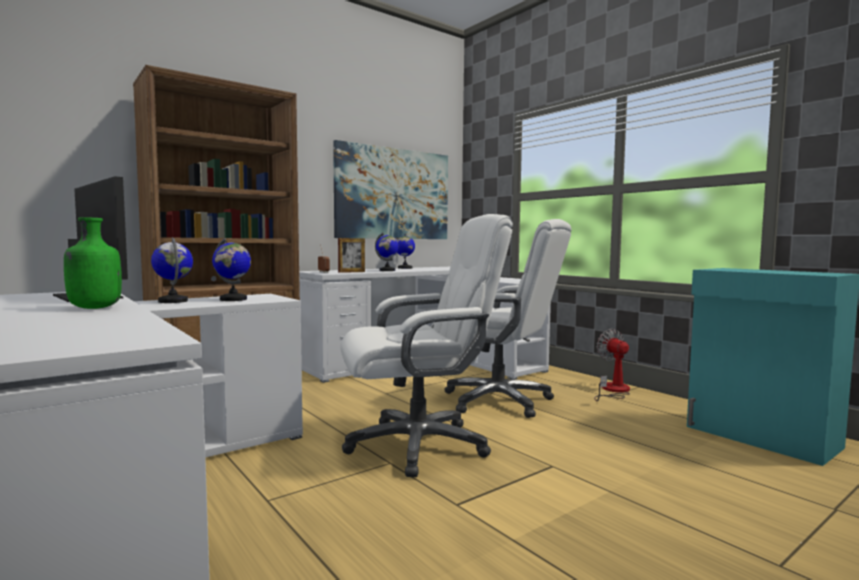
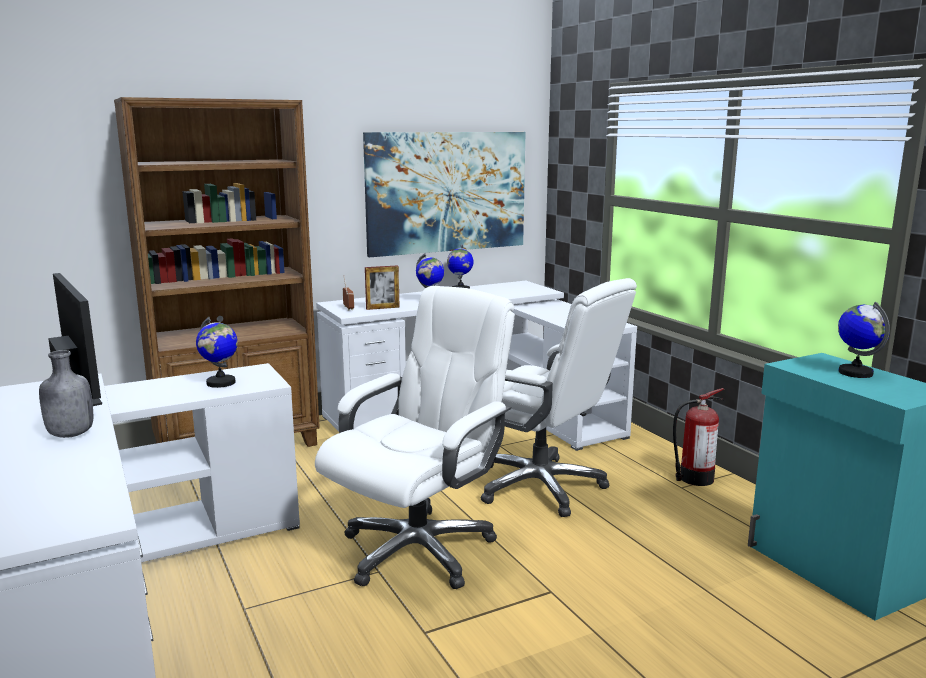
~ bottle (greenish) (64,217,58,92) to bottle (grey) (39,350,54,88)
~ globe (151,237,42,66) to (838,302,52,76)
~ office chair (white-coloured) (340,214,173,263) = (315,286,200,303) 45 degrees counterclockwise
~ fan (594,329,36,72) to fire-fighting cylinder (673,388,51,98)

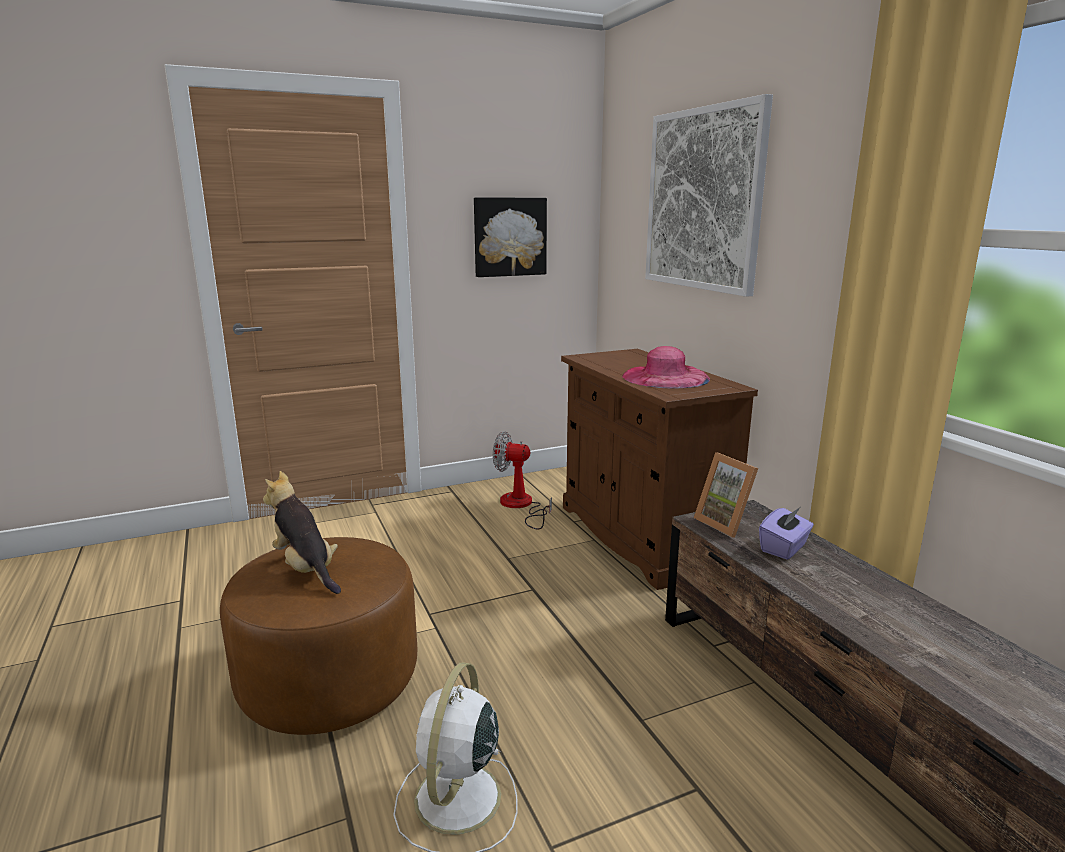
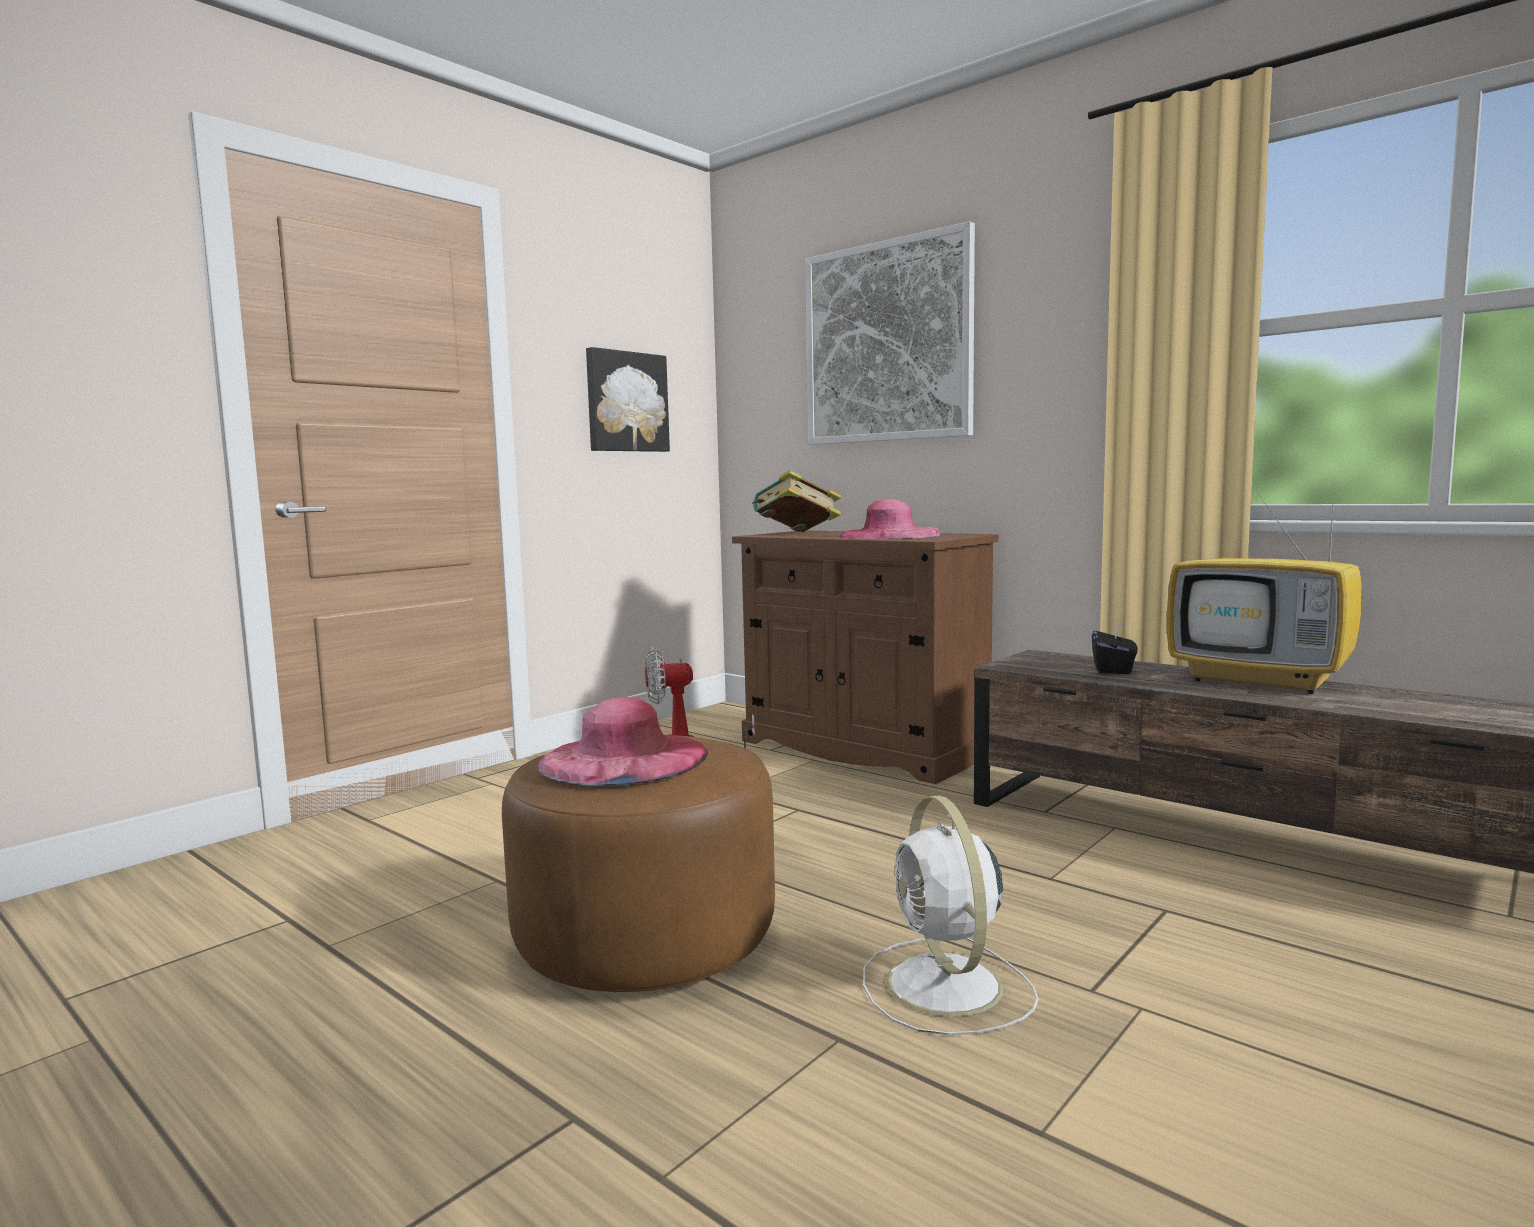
~ plush toy (263,471,78,123) to wearable hat (pink) (538,697,170,89)
- standing frame (694,452,64,86)
~ tissue holder (purple-coloured) (759,507,55,52) to tissue holder (black) (1092,620,46,54)
+ volume (752,470,89,62)
+ TV (1167,480,195,214)

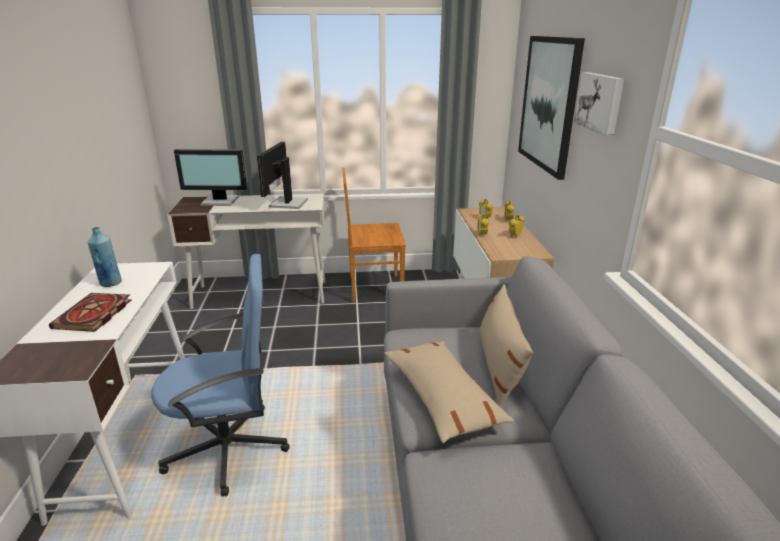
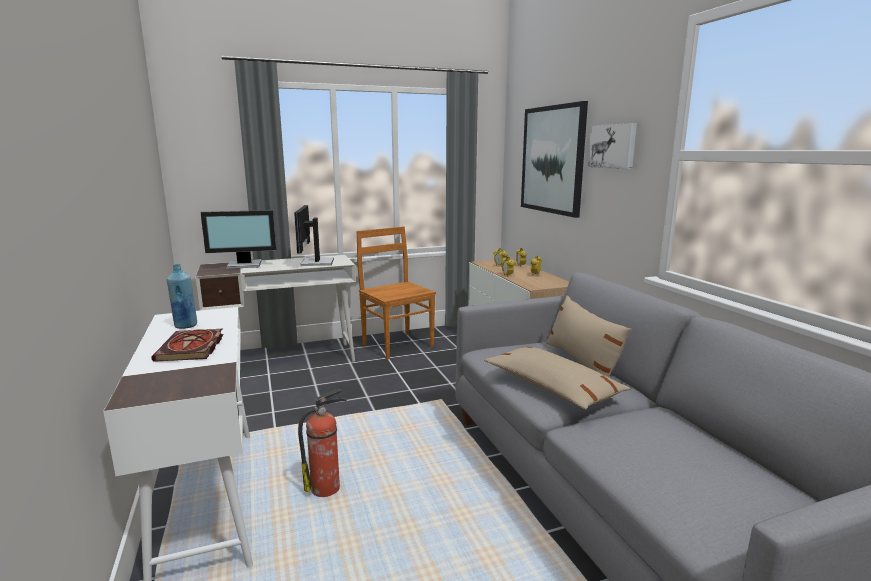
~ office chair (blue-coloured) (151,254,139,242) to fire-fighting cylinder (298,388,49,109)
~ plain chair (brown) (342,168,64,135) = (356,226,80,134) 75 degrees clockwise

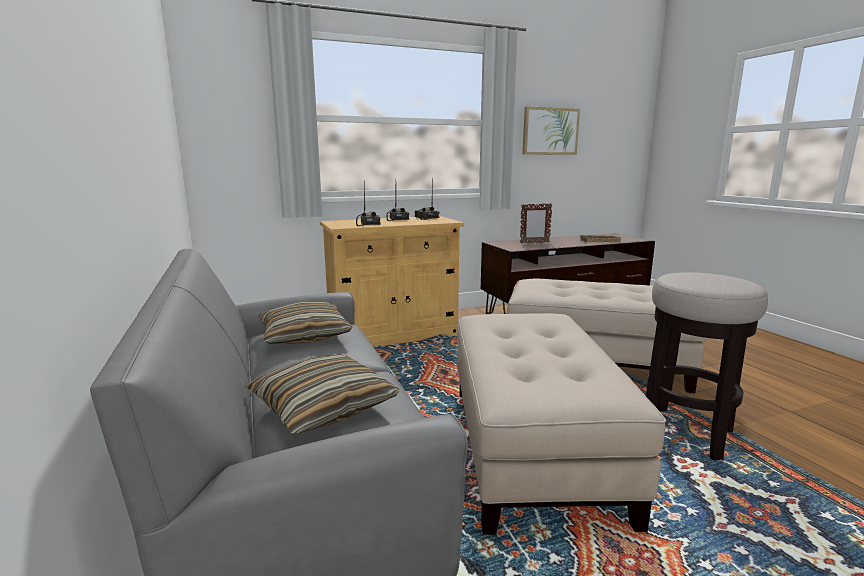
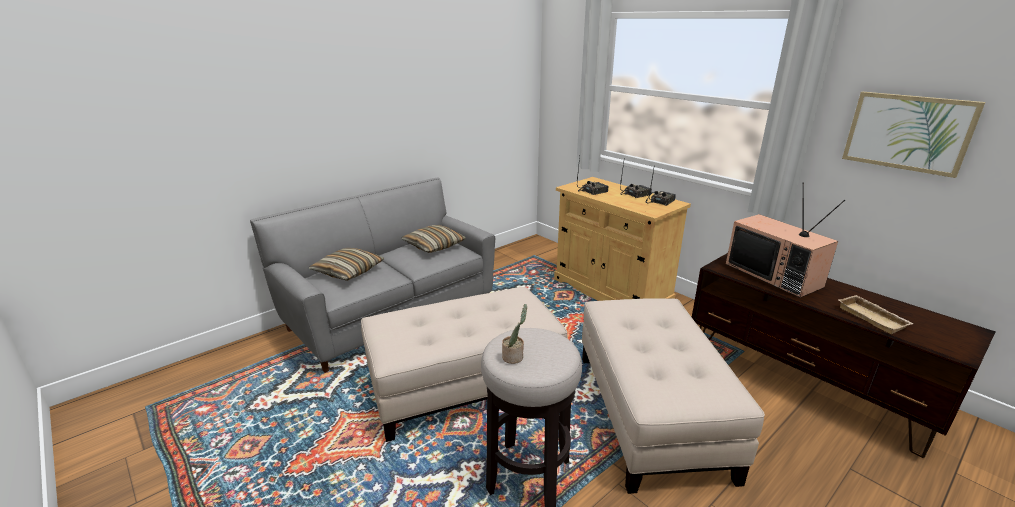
~ standing frame (520,203,32,41) to TV (726,182,119,116)
+ potted plant (502,304,25,60)

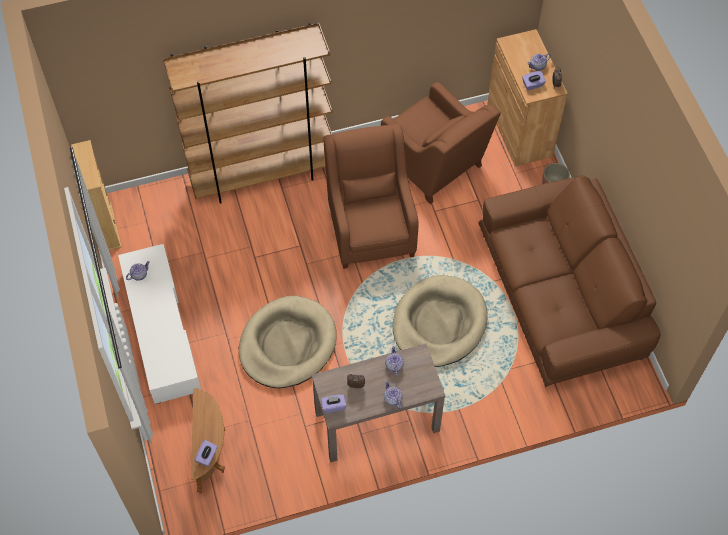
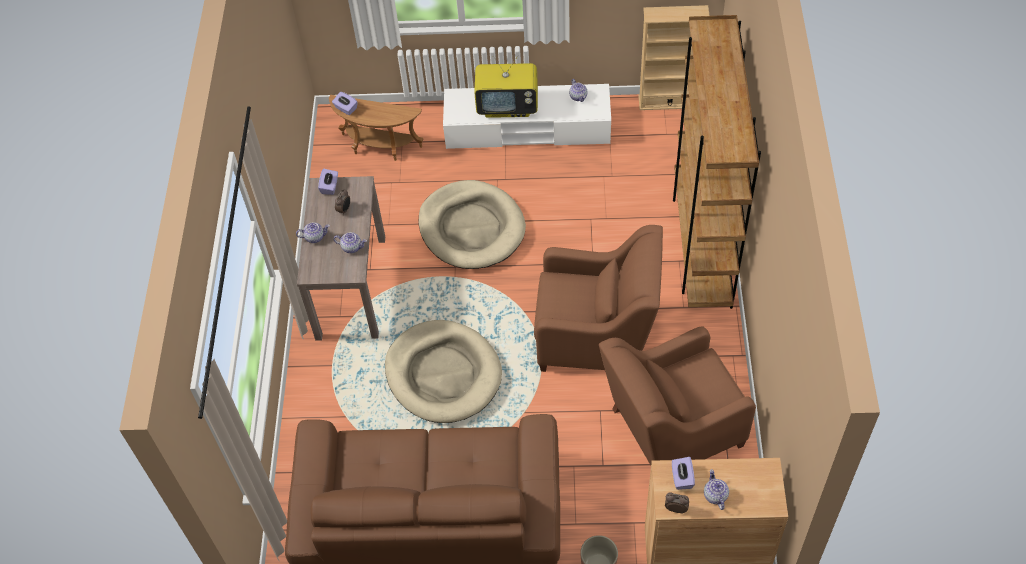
+ TV (474,55,64,63)

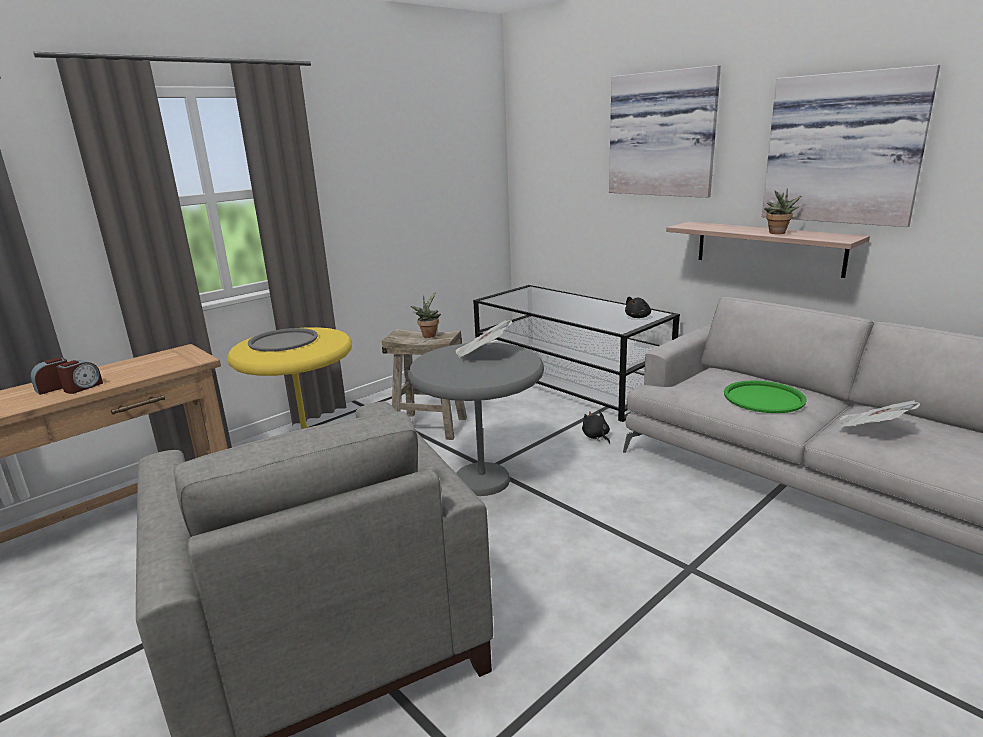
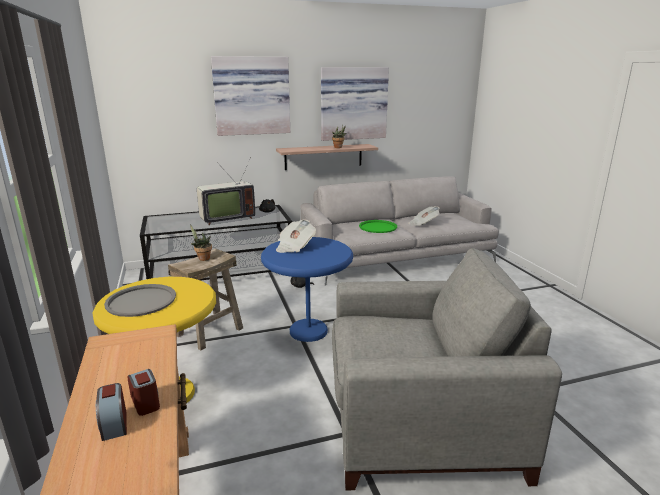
~ accent table (grey) (408,343,136,153) to accent table (blue-coloured) (261,237,92,105)
+ TV (197,157,58,68)

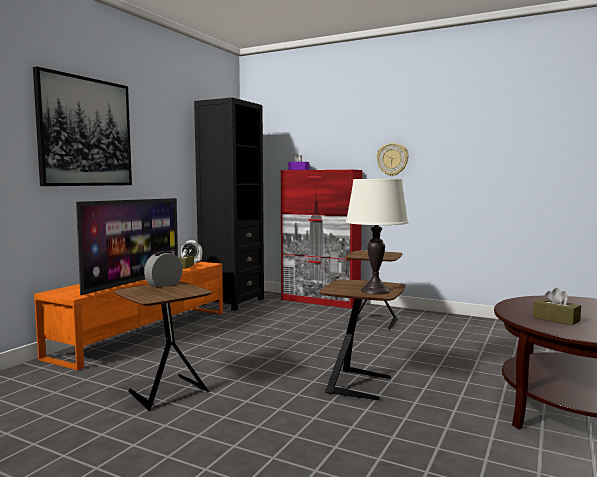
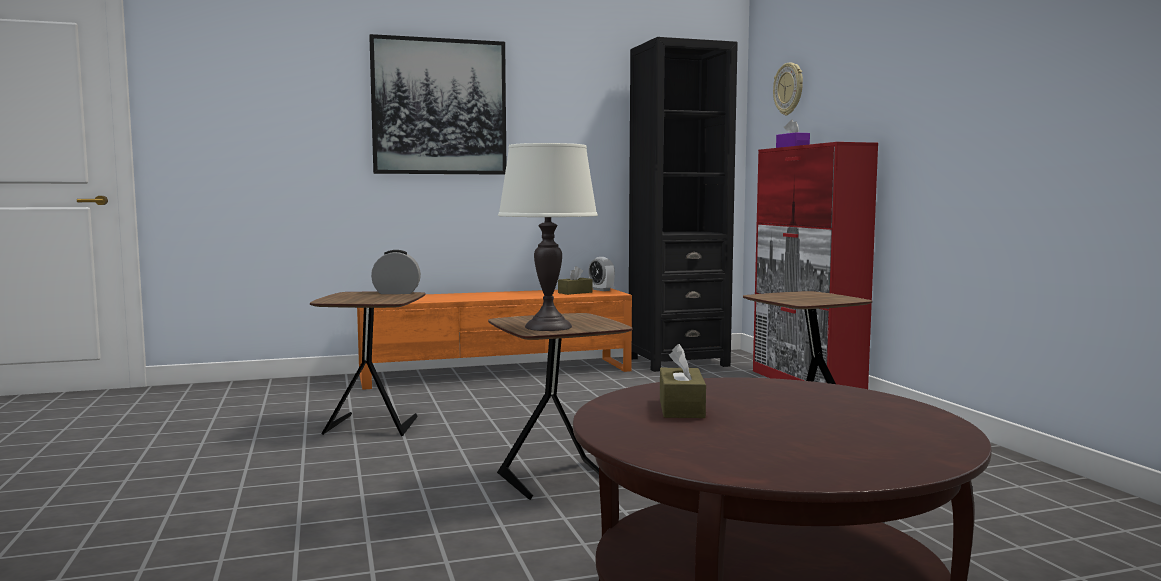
- TV (76,198,102,97)
~ hanging clock (377,143,32,33) to (773,63,30,52)

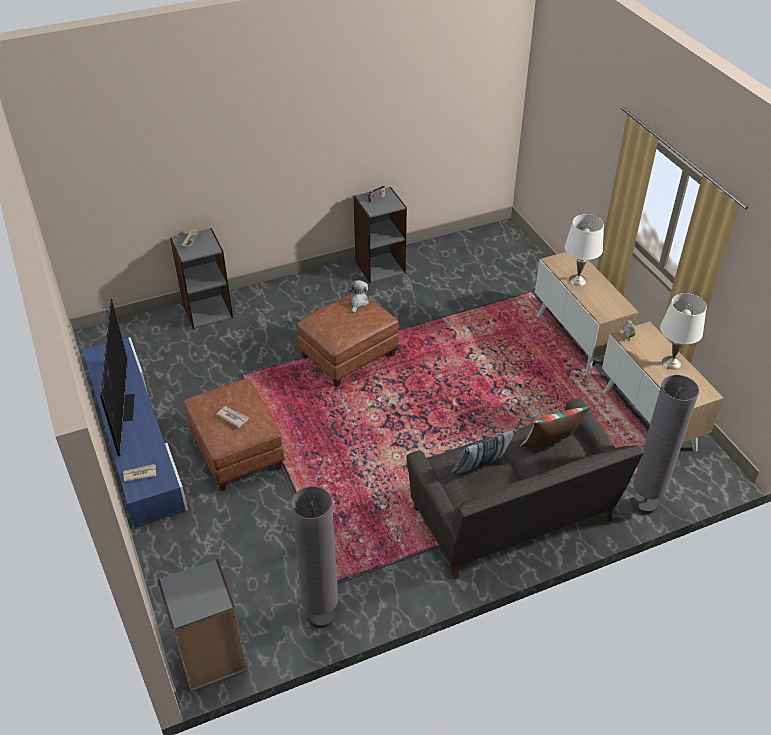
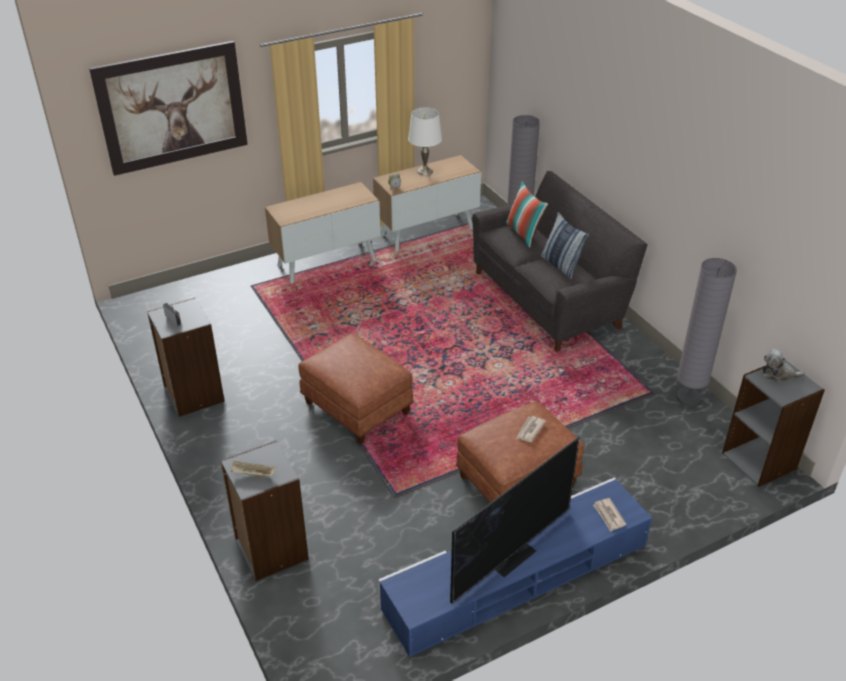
~ TV (100,299,35,157) = (450,437,129,167) 150 degrees clockwise
~ plush toy (348,280,21,33) to (763,349,42,33)
- table lamp (white-coloured) (565,214,39,72)
+ wall art (89,41,159,135)

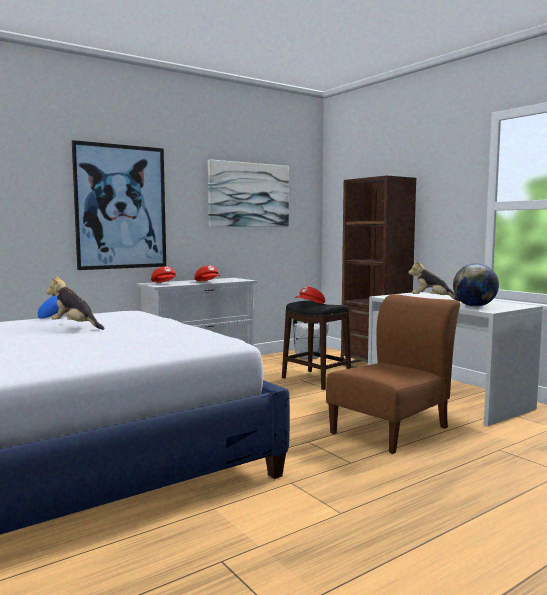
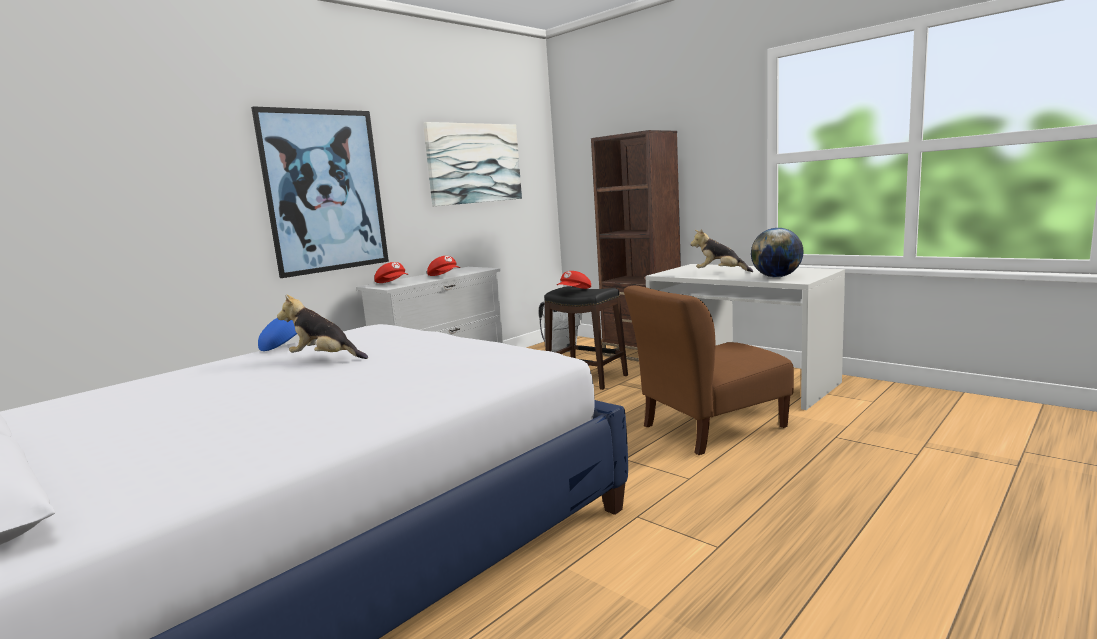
~ plain chair (brown) (326,294,134,160) = (624,286,170,169) 150 degrees counterclockwise

